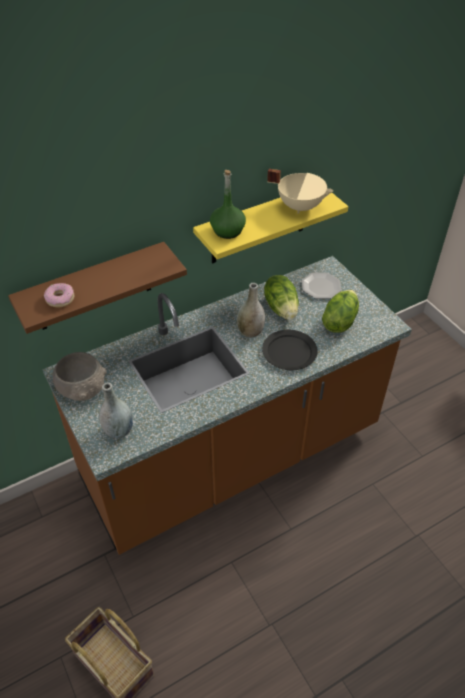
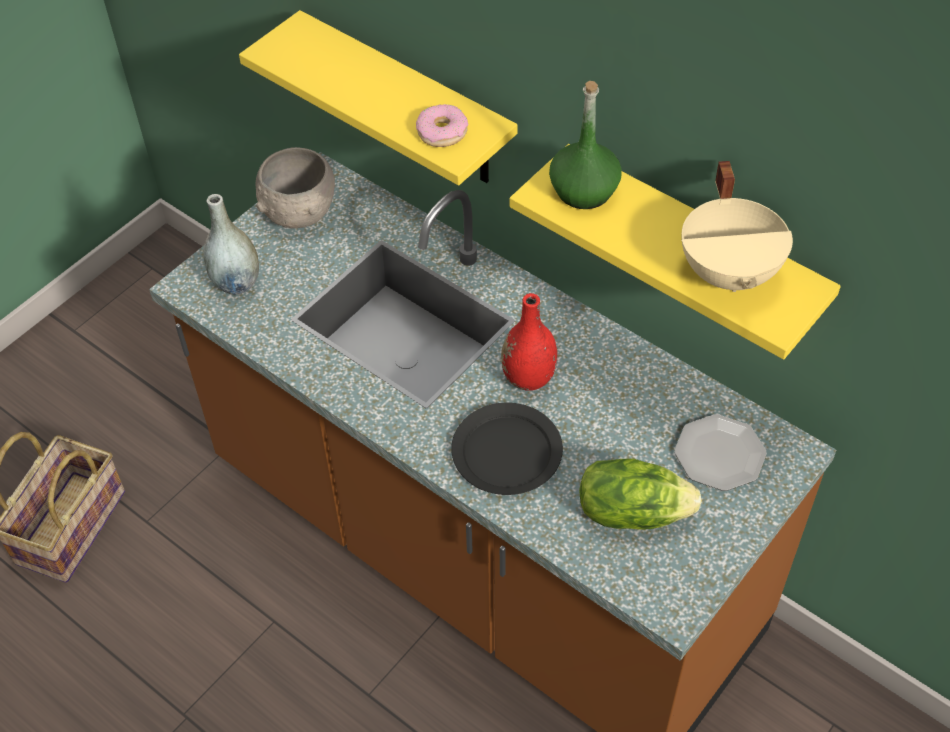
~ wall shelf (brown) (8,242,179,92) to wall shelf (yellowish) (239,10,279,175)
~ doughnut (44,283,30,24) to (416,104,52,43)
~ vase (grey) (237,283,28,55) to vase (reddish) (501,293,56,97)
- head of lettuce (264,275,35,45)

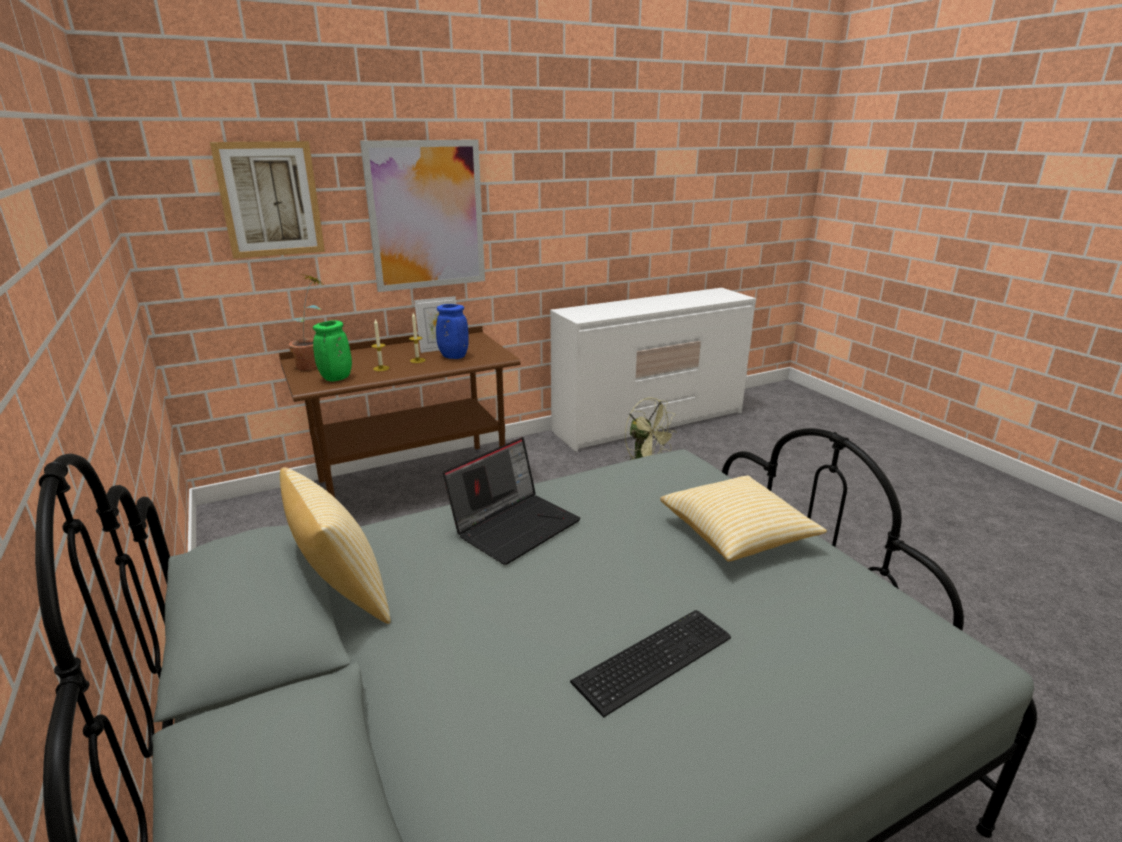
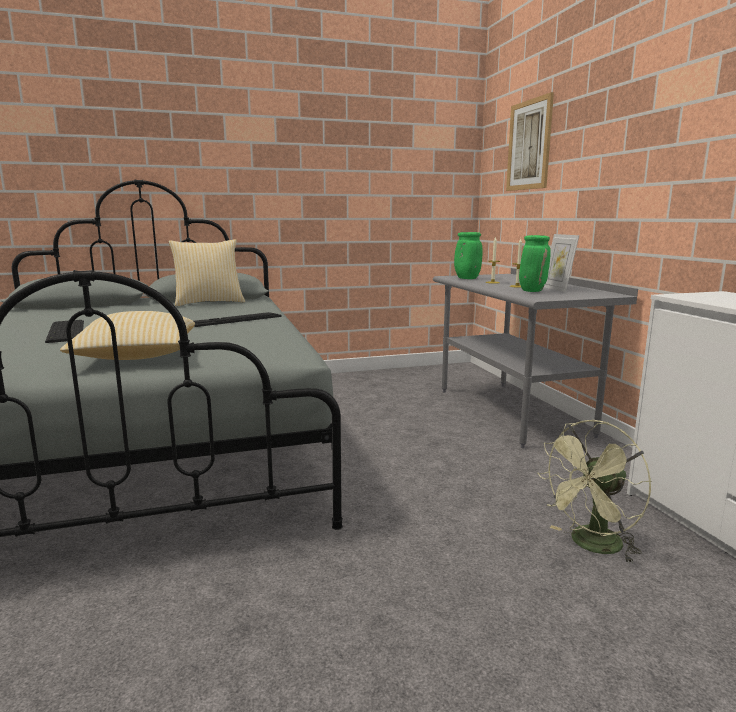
~ desk unit (brown) (279,326,242,171) to desk unit (grey) (433,268,205,180)
- potted plant (289,275,33,95)
- wall art (360,139,125,153)
~ vase (blue-coloured) (436,304,33,55) to vase (greenish) (519,235,32,57)
~ notebook computer (443,437,138,128) to computer keyboard (194,312,88,15)

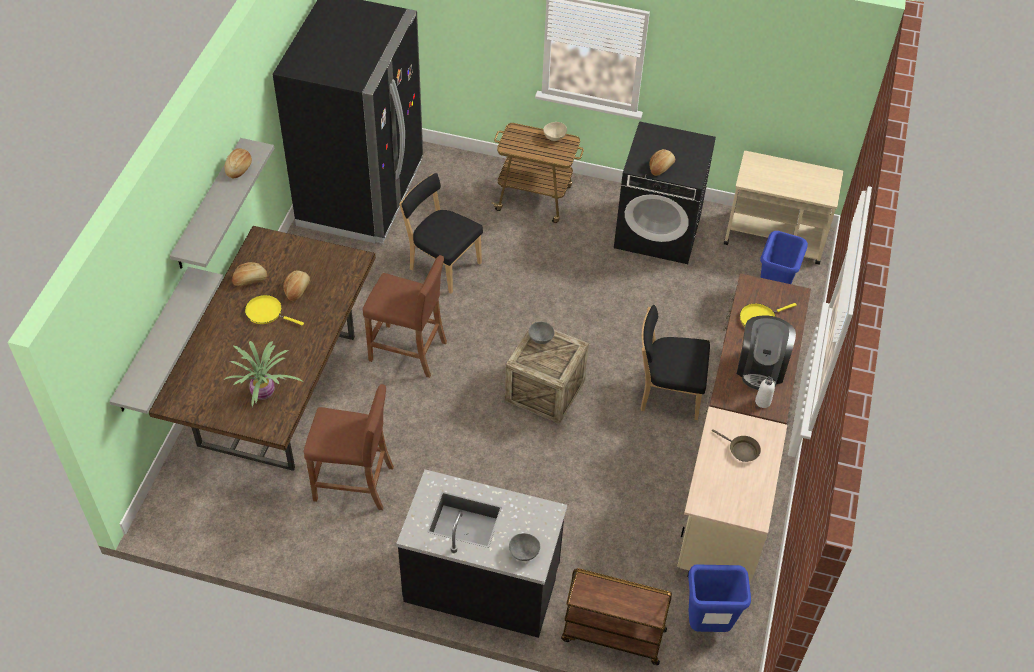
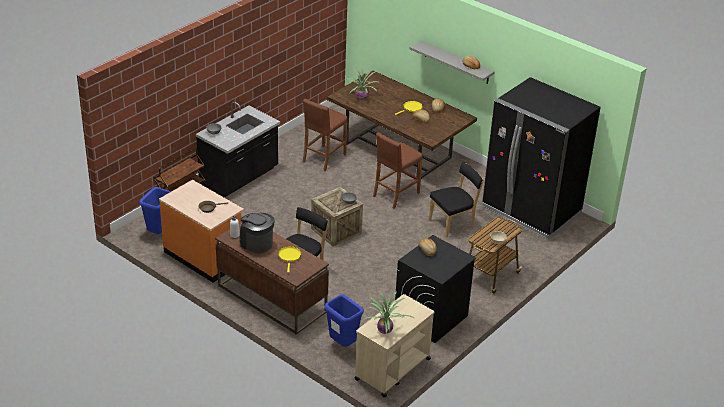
- wall shelf (grey) (109,267,114,147)
~ kitchen base unit (beige) (677,407,110,177) to kitchen base unit (orange) (159,180,85,103)
+ potted plant (364,291,50,43)

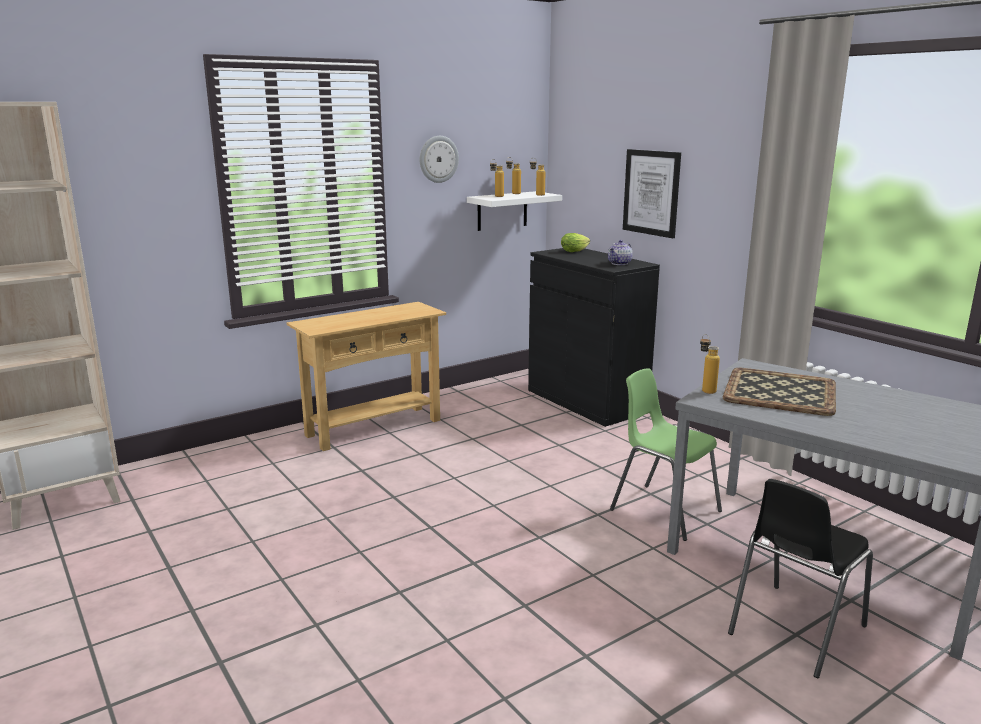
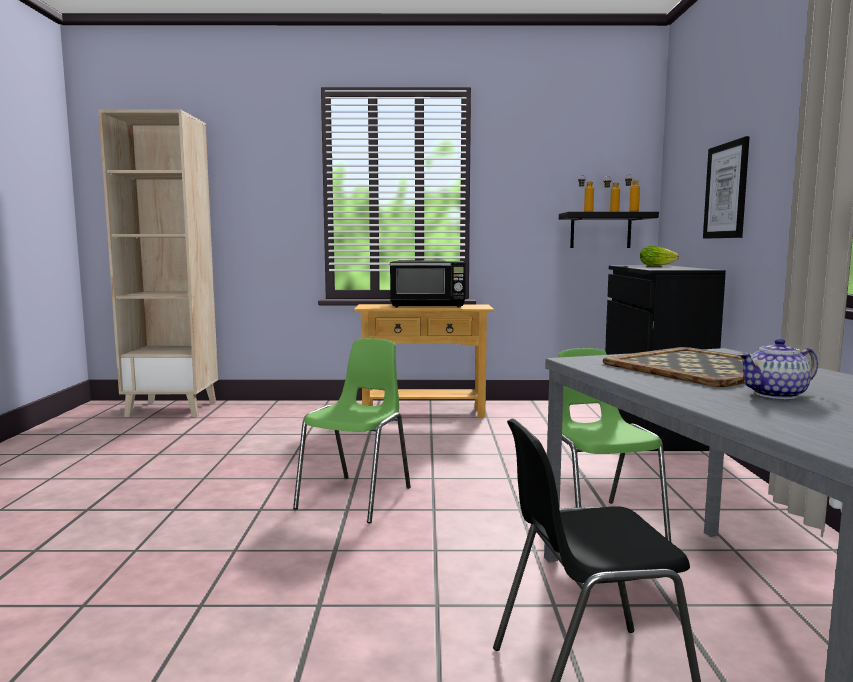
- hanging clock (420,136,39,47)
~ wall shelf (white-coloured) (467,191,95,40) to wall shelf (black) (559,212,100,36)
~ teapot (608,240,25,25) to (738,338,80,61)
- bottle (700,334,20,60)
+ plain chair (greenish) (293,338,118,185)
+ kitchen microwave (black) (390,260,76,47)

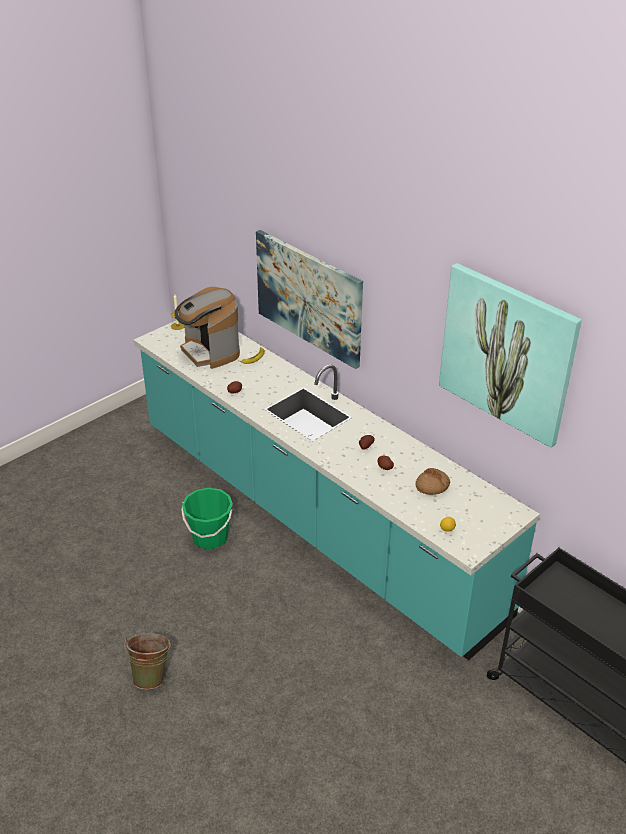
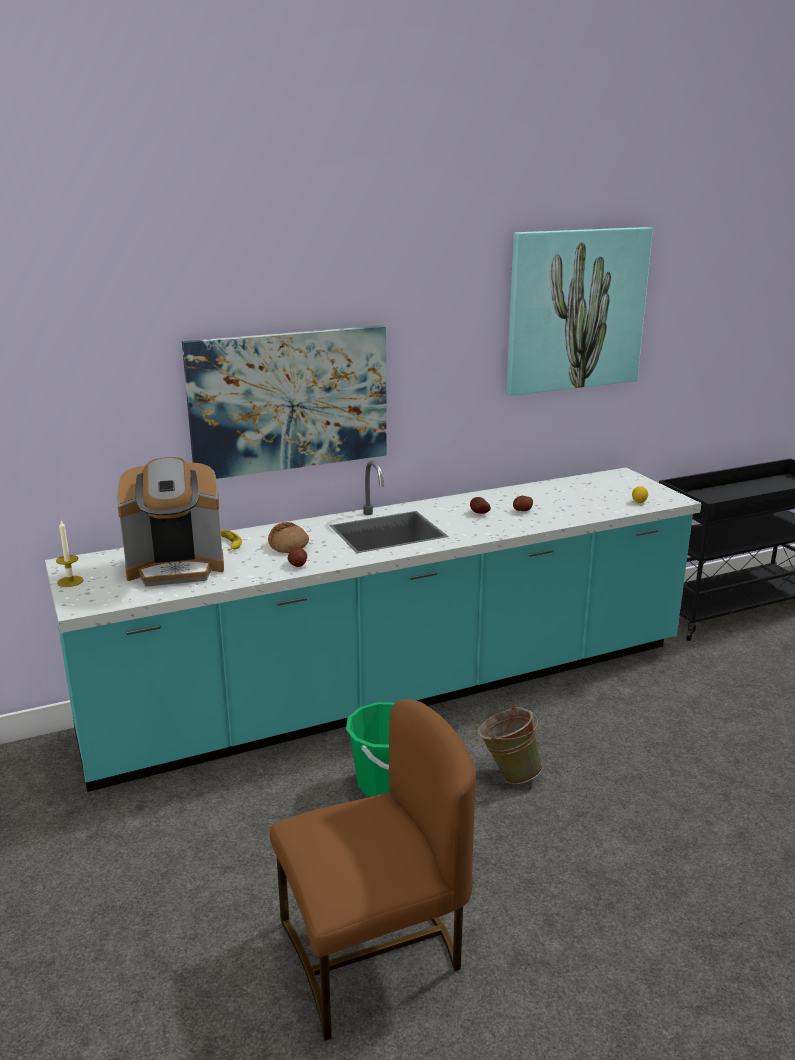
~ pail (greenish) (124,633,47,56) to (478,705,64,79)
~ bakery bread (415,468,35,27) to (268,522,41,31)
+ plain chair (brown) (270,699,206,342)

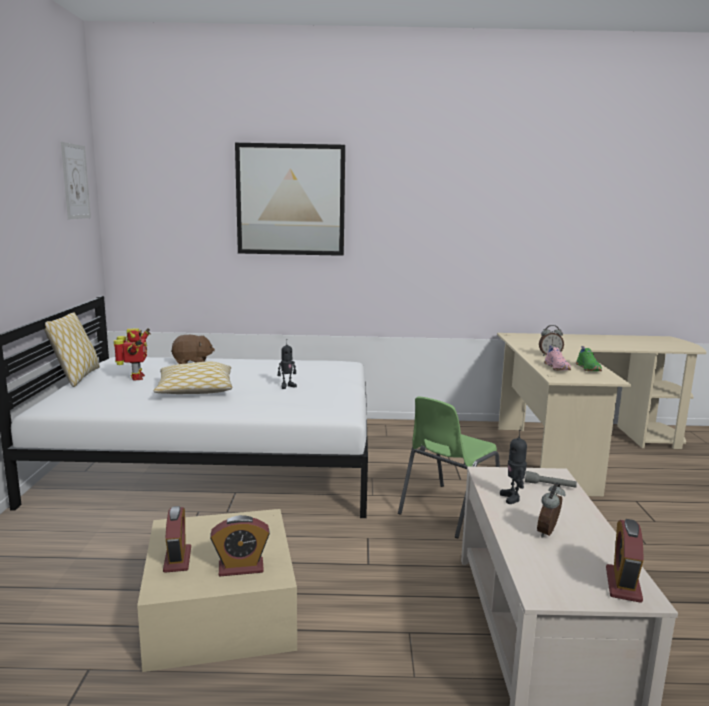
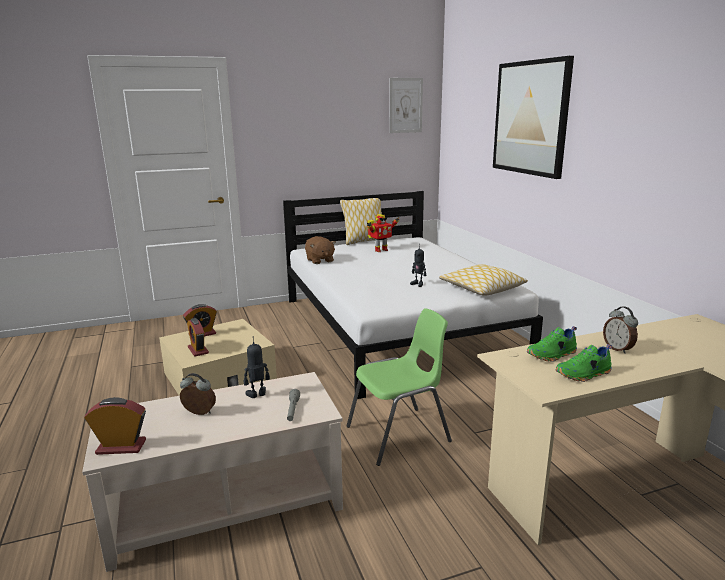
~ pillow (154,361,79,33) to (439,264,89,32)
~ plush toy (brown) (171,335,44,29) to (305,236,31,28)
~ plain chair (greenish) (398,397,102,141) = (346,308,106,158) 135 degrees clockwise
~ item of footwear (pink) (544,345,27,26) to item of footwear (greenish) (527,326,50,36)

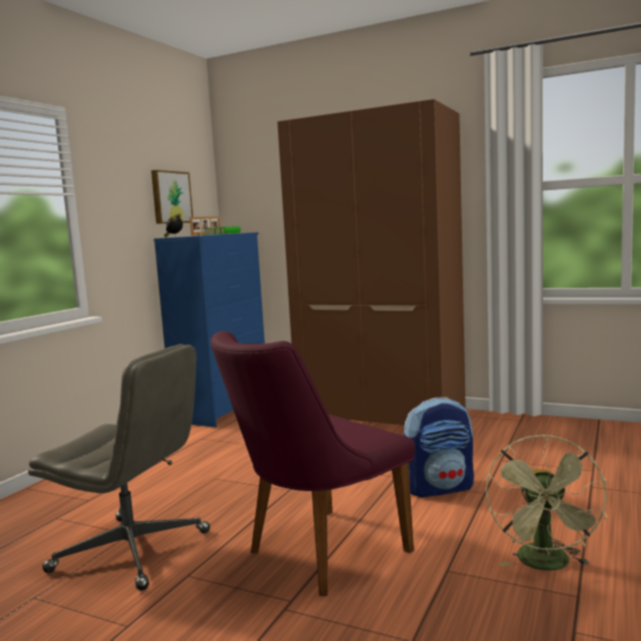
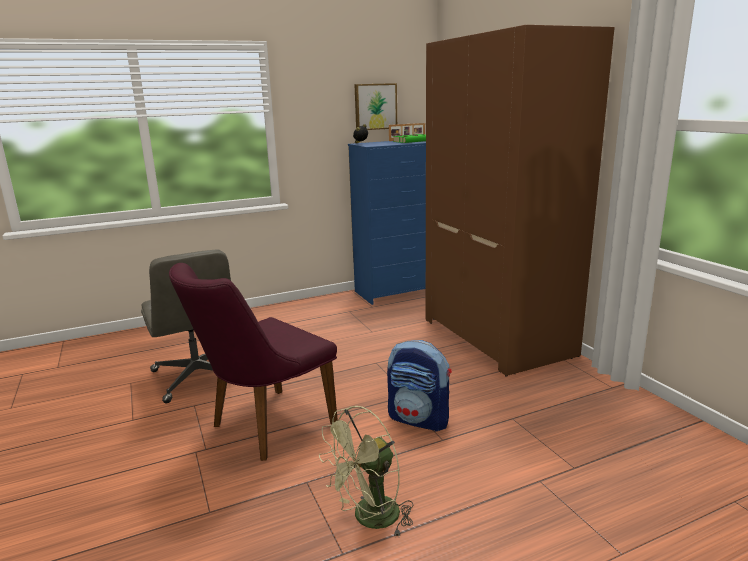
~ plain chair (purple-coloured) (210,331,205,265) = (169,263,169,198) 45 degrees counterclockwise

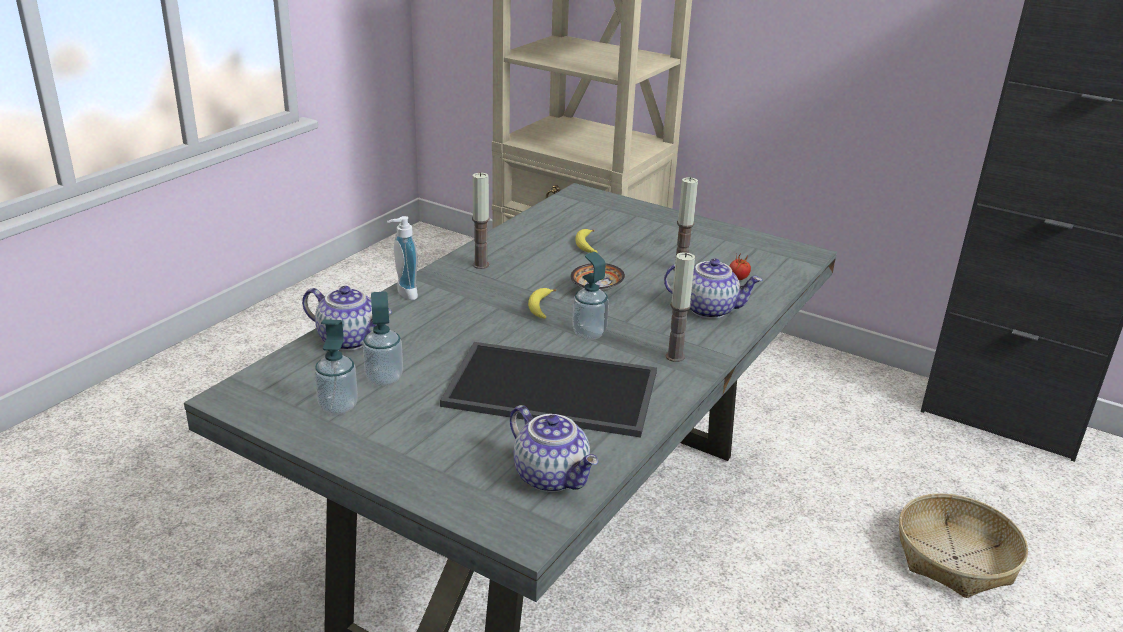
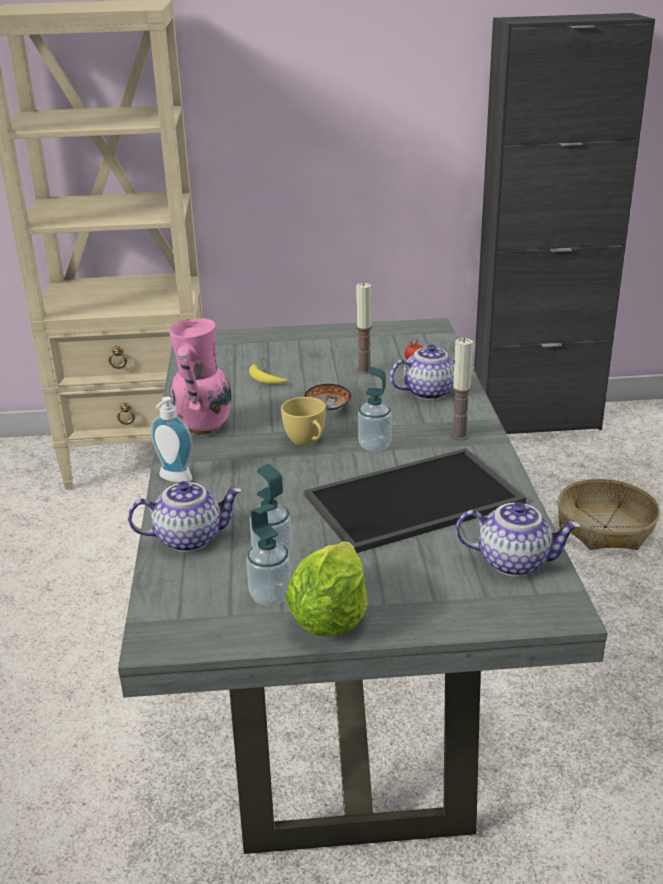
~ wax candle (472,172,18,97) to vase (pink) (169,318,63,117)
~ whole banana (528,288,28,31) to small cup (yellowish) (281,397,45,49)
+ head of lettuce (286,541,82,95)

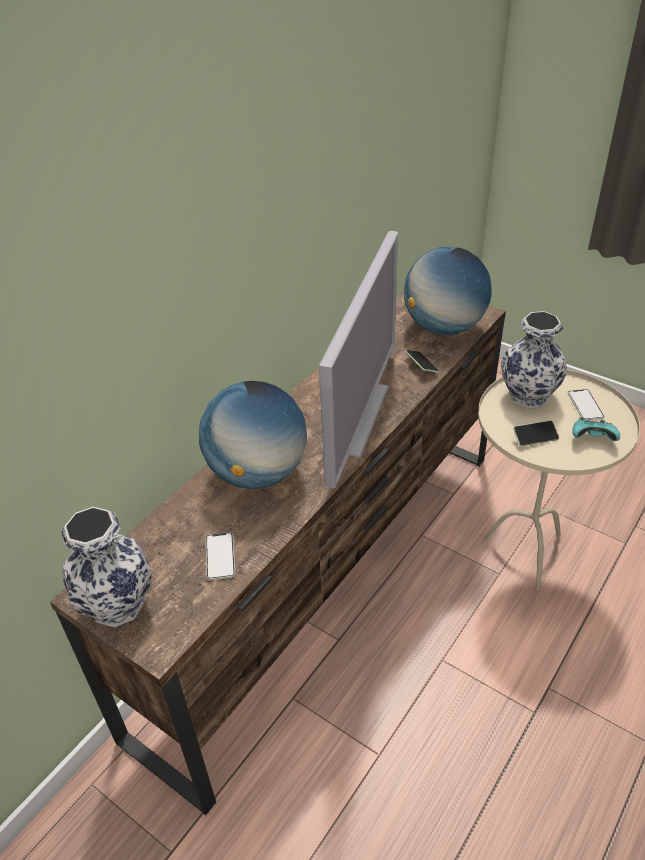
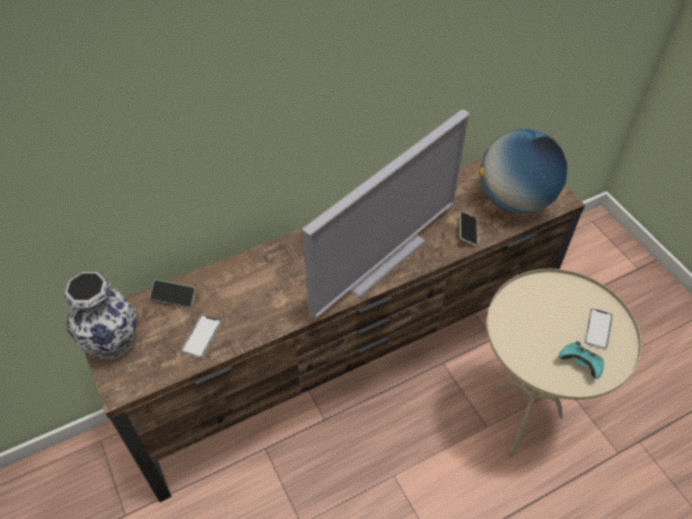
- globe (199,381,108,108)
- vase (501,311,66,97)
~ handset (513,420,46,26) to (150,280,45,27)

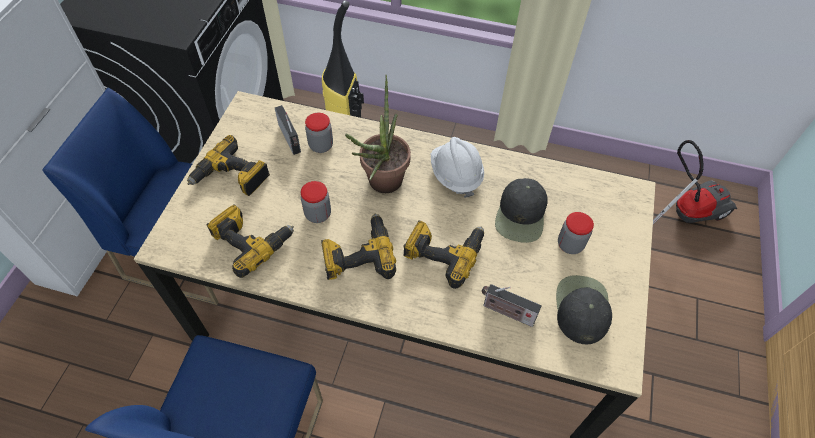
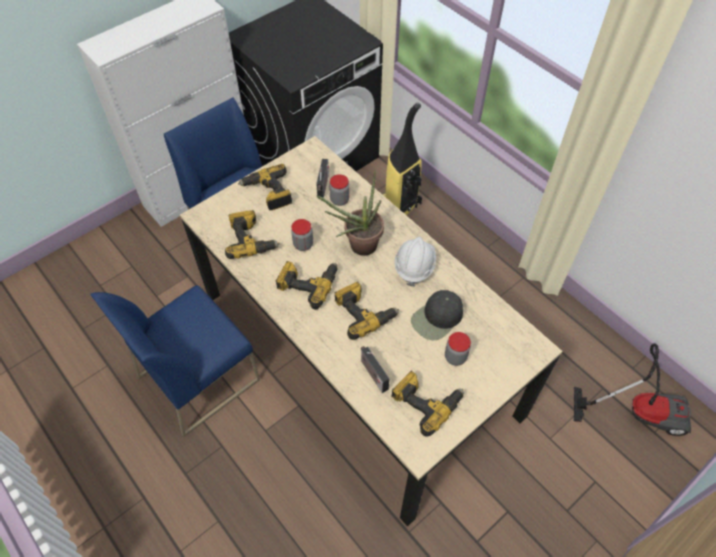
~ cap (black) (556,275,56,69) to drill (391,371,73,66)

